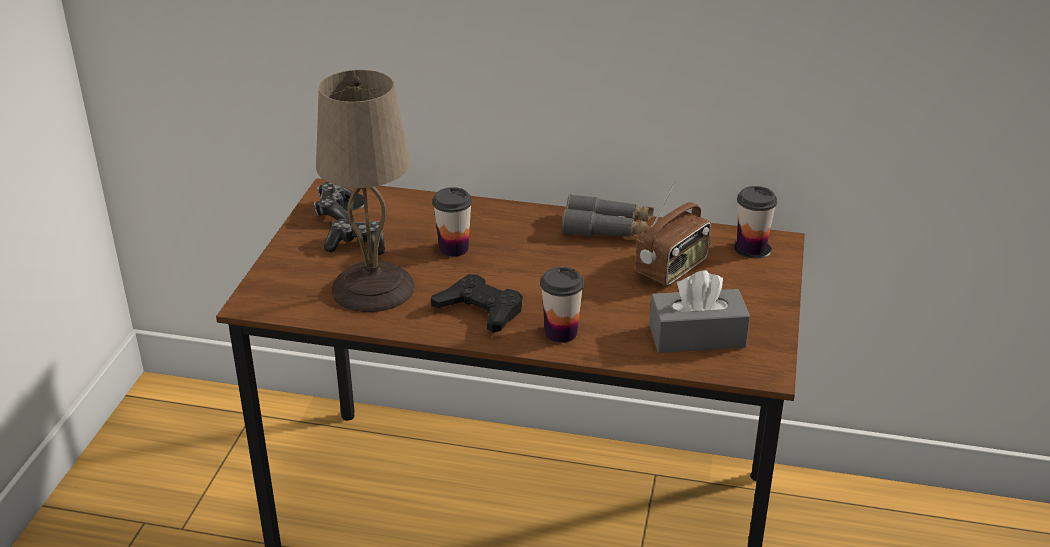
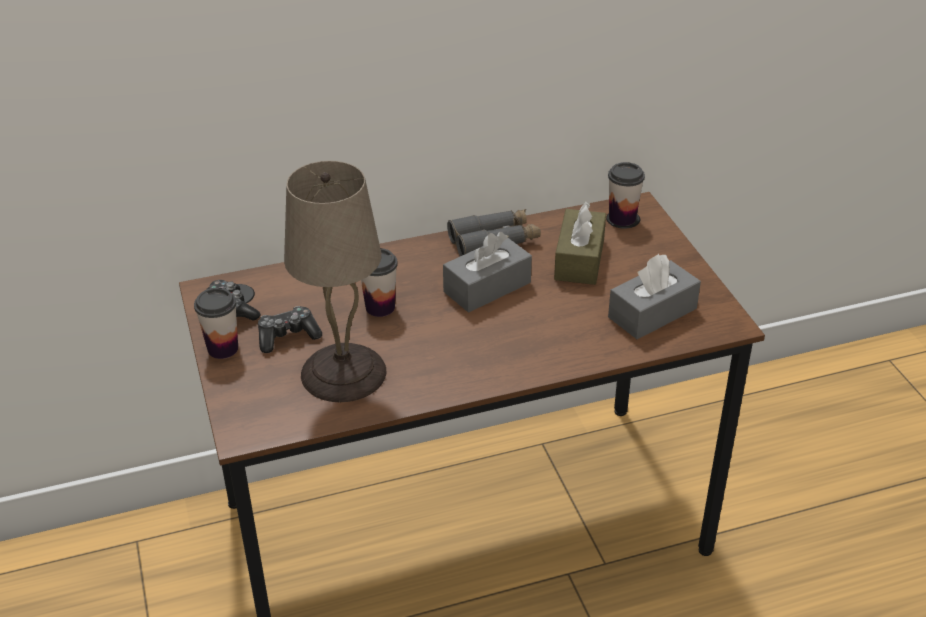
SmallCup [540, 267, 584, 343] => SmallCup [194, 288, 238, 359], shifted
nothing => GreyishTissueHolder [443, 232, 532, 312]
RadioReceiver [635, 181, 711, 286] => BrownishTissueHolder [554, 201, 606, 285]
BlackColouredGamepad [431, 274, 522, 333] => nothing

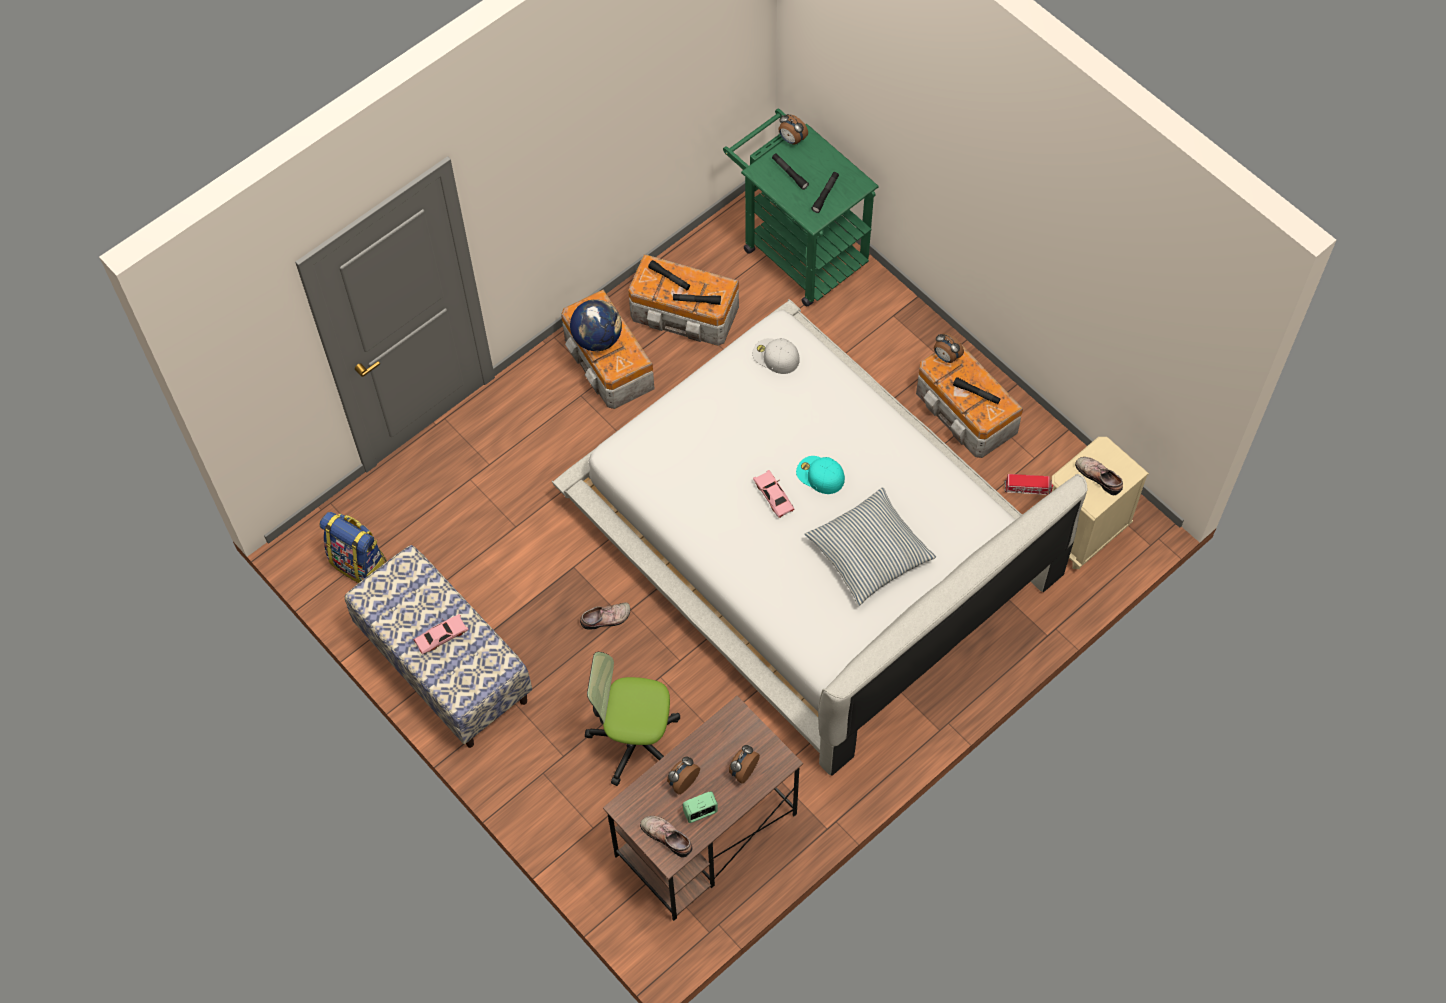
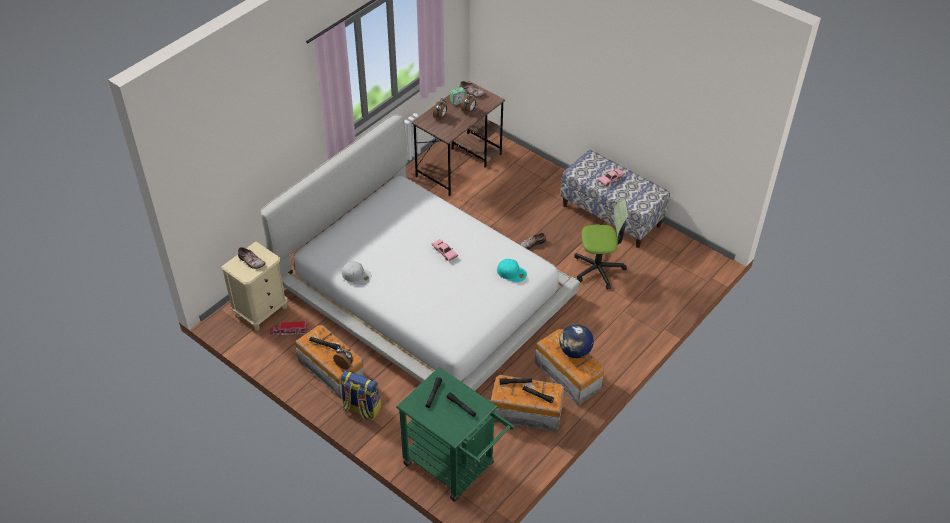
Knapsack [320, 512, 387, 583] => Knapsack [340, 370, 381, 421], shifted
WhiteCap [752, 338, 800, 374] => WhiteCap [342, 261, 372, 285], shifted
BlueGreenCap [796, 456, 845, 494] => BlueGreenCap [497, 259, 527, 282], shifted
ComputerChair [585, 652, 680, 786] => ComputerChair [574, 198, 628, 289], shifted
AlarmClock [778, 114, 808, 145] => nothing
Pillow [805, 487, 936, 606] => nothing

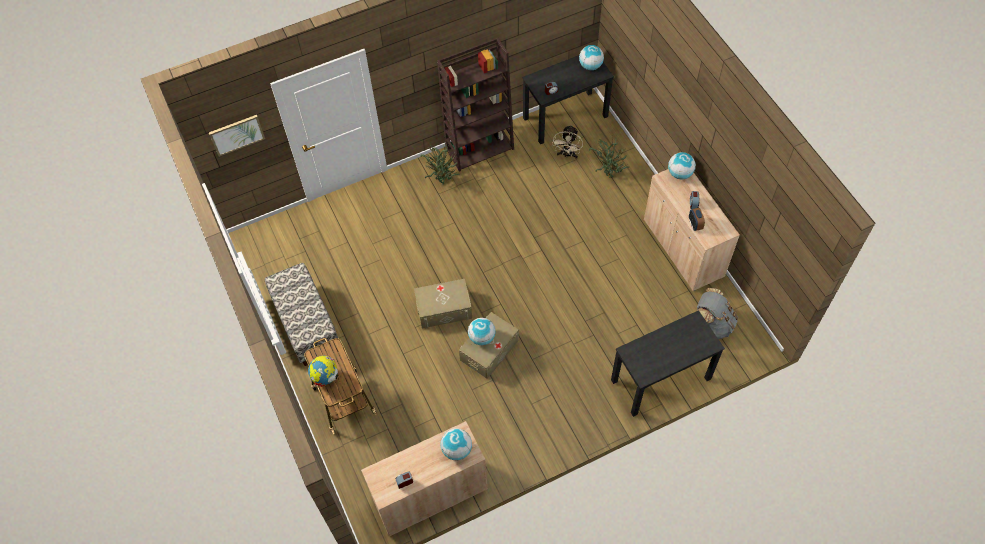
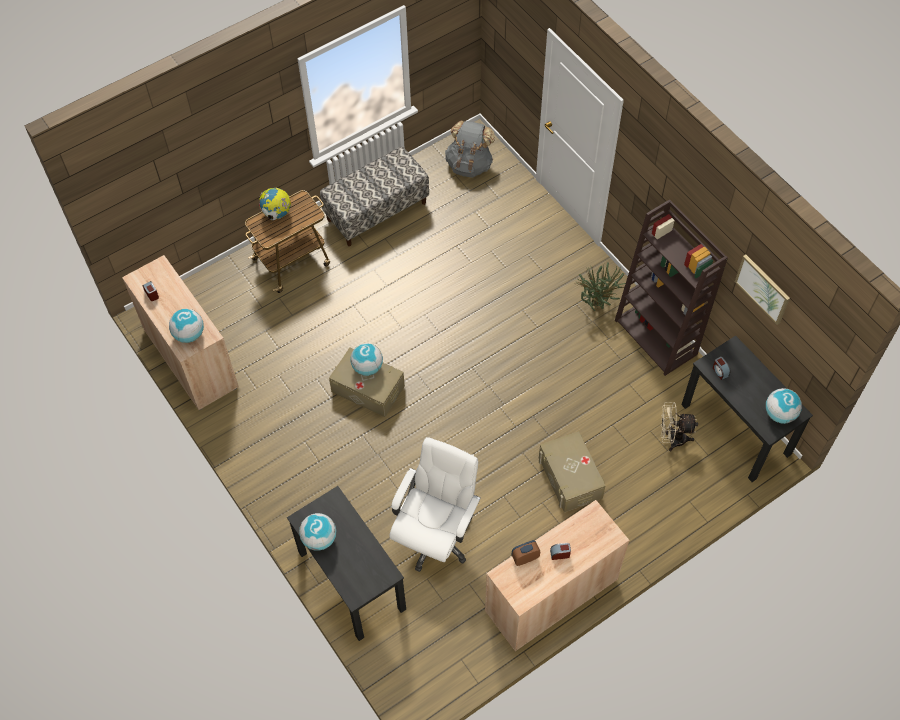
Globe [668, 152, 696, 180] => Globe [299, 513, 336, 551], shifted
nothing => WhiteComputerChair [390, 437, 481, 572]
GreyishKnapsack [697, 288, 738, 339] => GreyishKnapsack [445, 121, 495, 178], shifted
BeigeColouredStorageContainer [414, 279, 472, 329] => BeigeColouredStorageContainer [539, 431, 606, 513], shifted
WallArt [209, 115, 265, 157] => WallArt [735, 255, 790, 325], shifted
PottedPlant [589, 139, 629, 178] => nothing

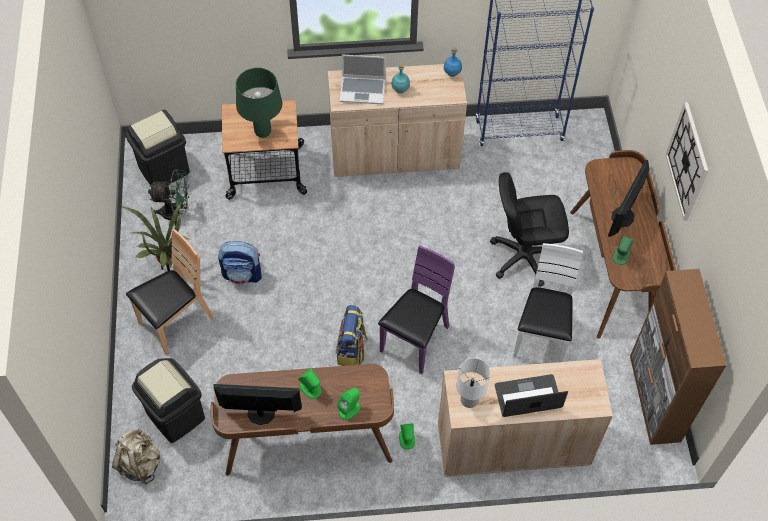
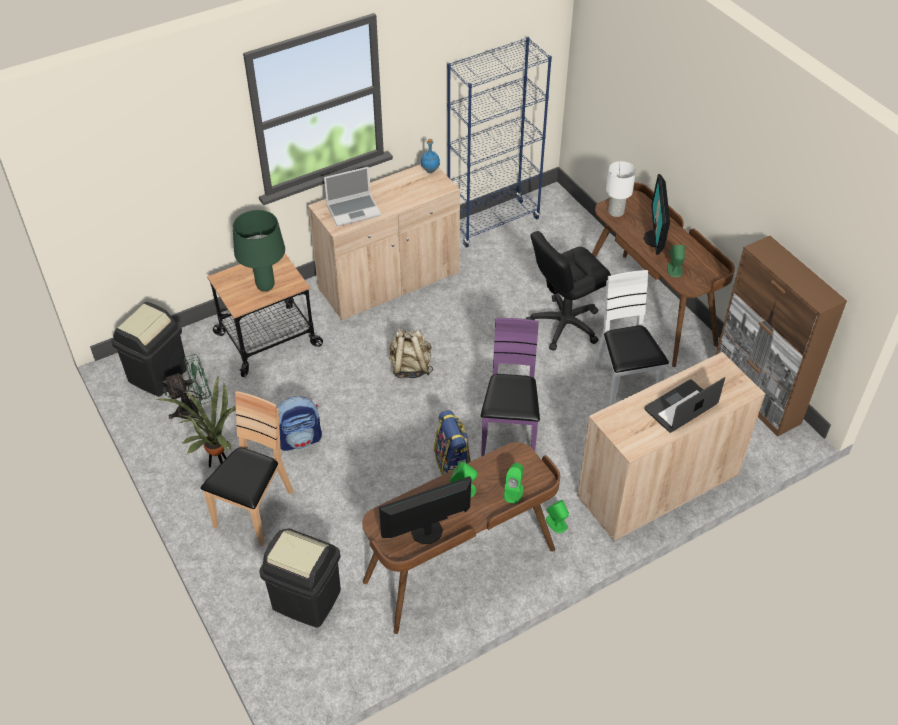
BeigeColouredKnapsack [112, 429, 161, 484] => BeigeColouredKnapsack [389, 329, 433, 378], shifted
WhiteTabletopLamp [456, 358, 490, 408] => WhiteTabletopLamp [606, 161, 636, 217], shifted
BlueGreenDrinkBottle [391, 64, 410, 93] => nothing
WallClock [665, 102, 708, 221] => nothing

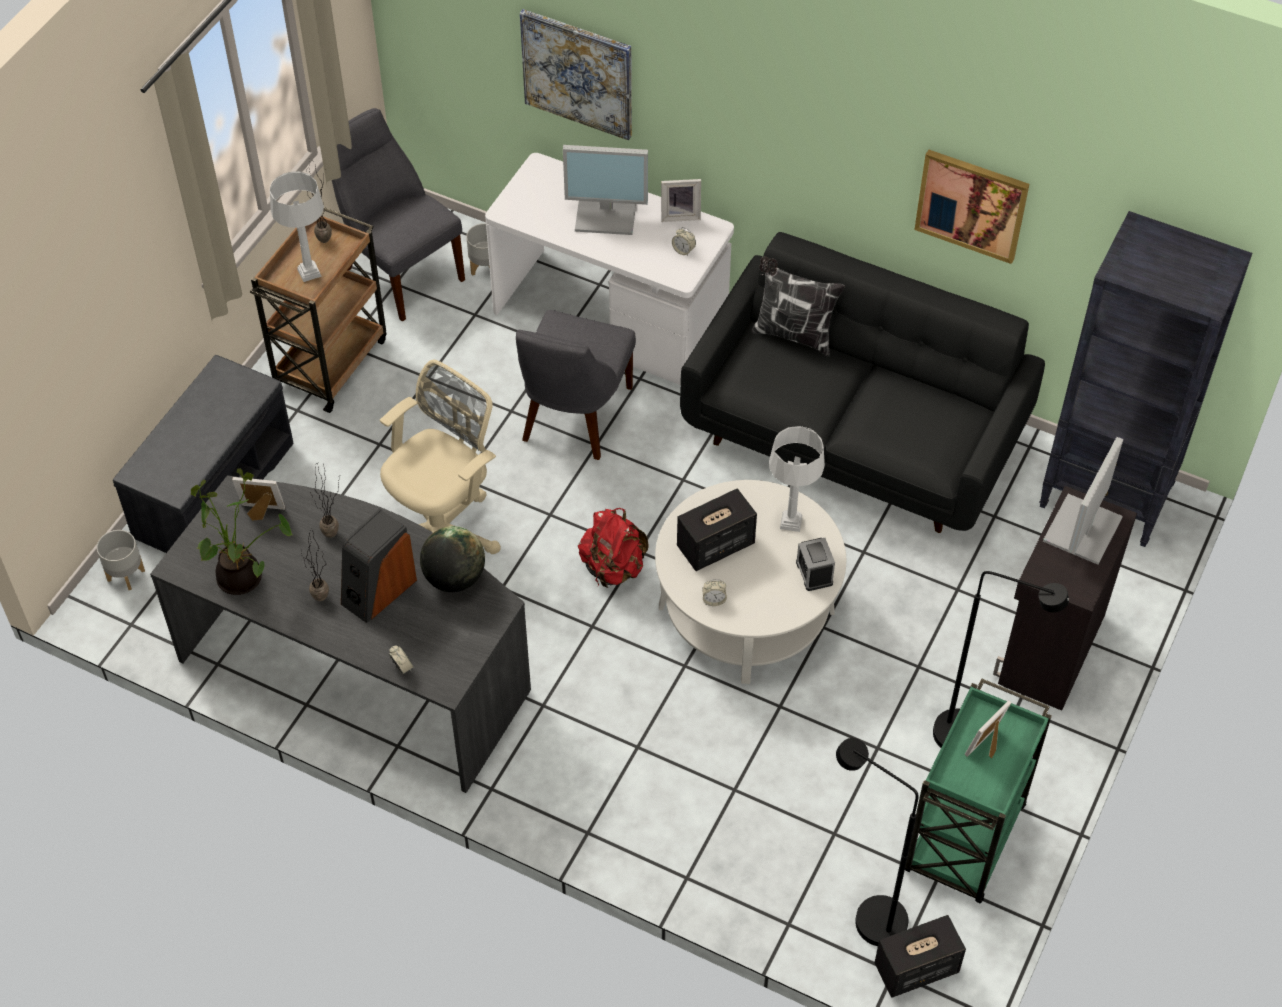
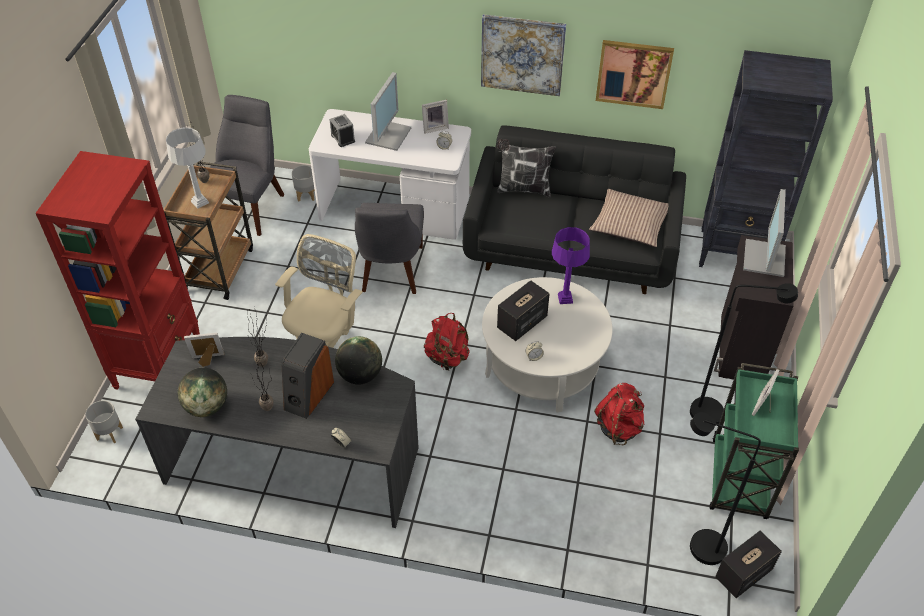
GreyishIndoorBench [113, 355, 294, 553] => RedColouredBookcase [36, 151, 200, 390]
PottedPlant [191, 468, 293, 595] => Globe [178, 368, 227, 417]
GreyishPlainChair [332, 108, 465, 321] => GreyishPlainChair [209, 95, 284, 236], 75 degrees clockwise
AlarmClock [796, 538, 835, 591] => AlarmClock [329, 114, 355, 147], shifted
ComputerScreen [563, 145, 648, 235] => ComputerScreen [365, 72, 411, 151], 60 degrees counterclockwise
WallArt [520, 9, 632, 140] => WallArt [481, 14, 566, 96], shifted
GreyishTabletopLamp [769, 426, 825, 532] => PurpleColouredTabletopLamp [552, 227, 590, 304]
nothing => Pillow [589, 189, 669, 247]
nothing => RedColouredKnapsack [594, 383, 644, 446]

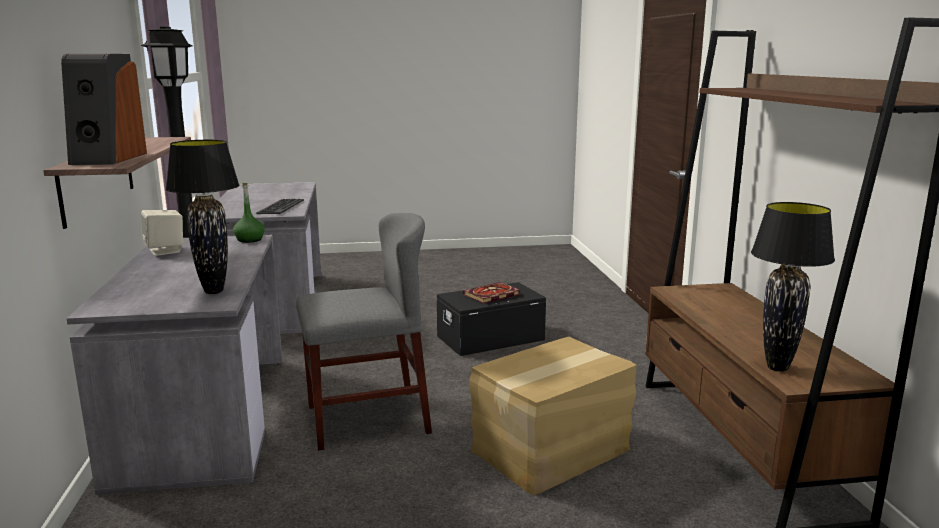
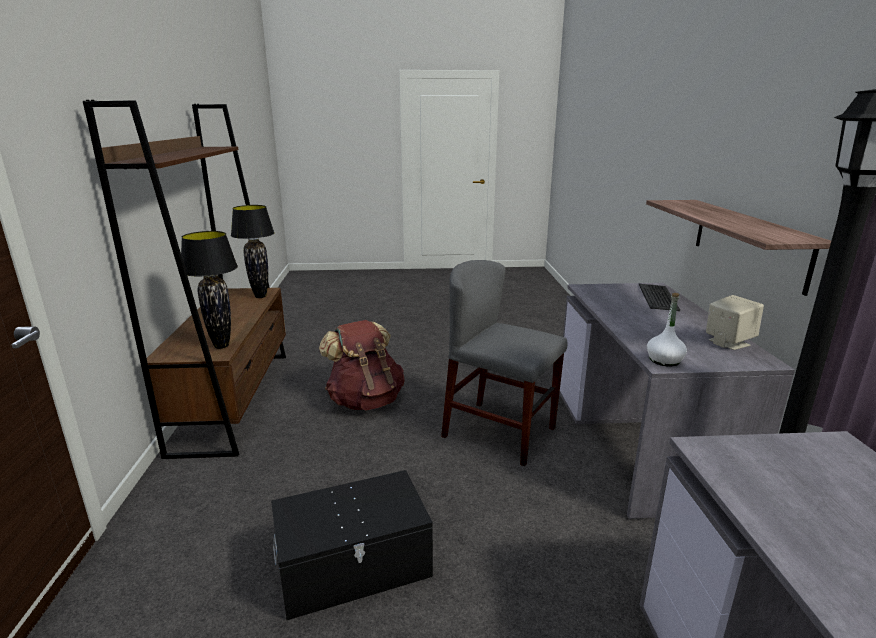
BlackColouredTabletopLamp [166, 140, 239, 294] => BlackColouredTabletopLamp [181, 231, 238, 349], shifted
Carton [469, 337, 636, 495] => BrownishKnapsack [319, 320, 405, 410]
GreyishPlainChair [296, 213, 432, 451] => GreyishPlainChair [441, 260, 567, 466], 45 degrees clockwise
PcKeyboard [256, 199, 304, 214] => PcKeyboard [639, 284, 680, 311], shifted
GreenColouredDrinkBottle [233, 183, 265, 243] => WhiteDrinkBottle [647, 293, 687, 367]
Speaker [61, 54, 147, 165] => nothing
BoundBook [463, 282, 521, 304] => nothing

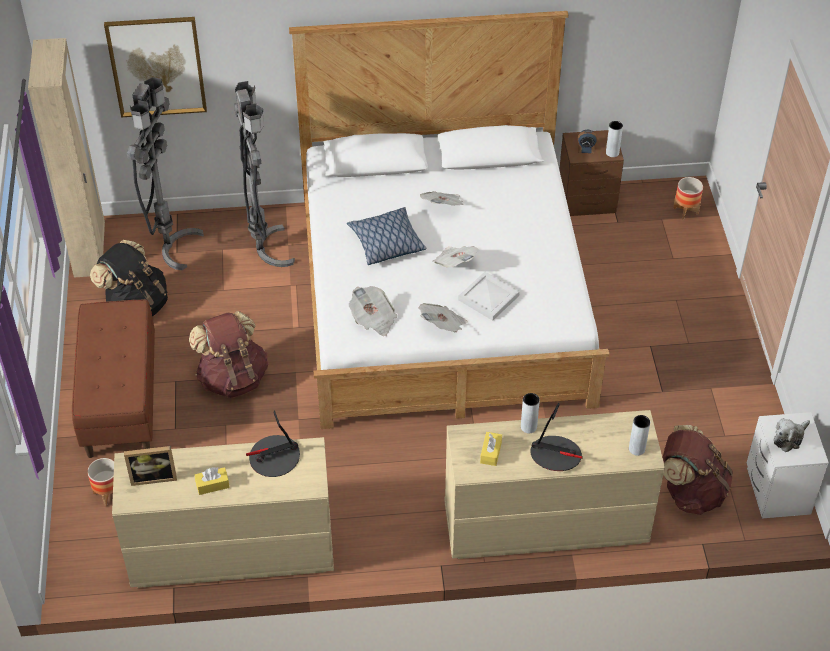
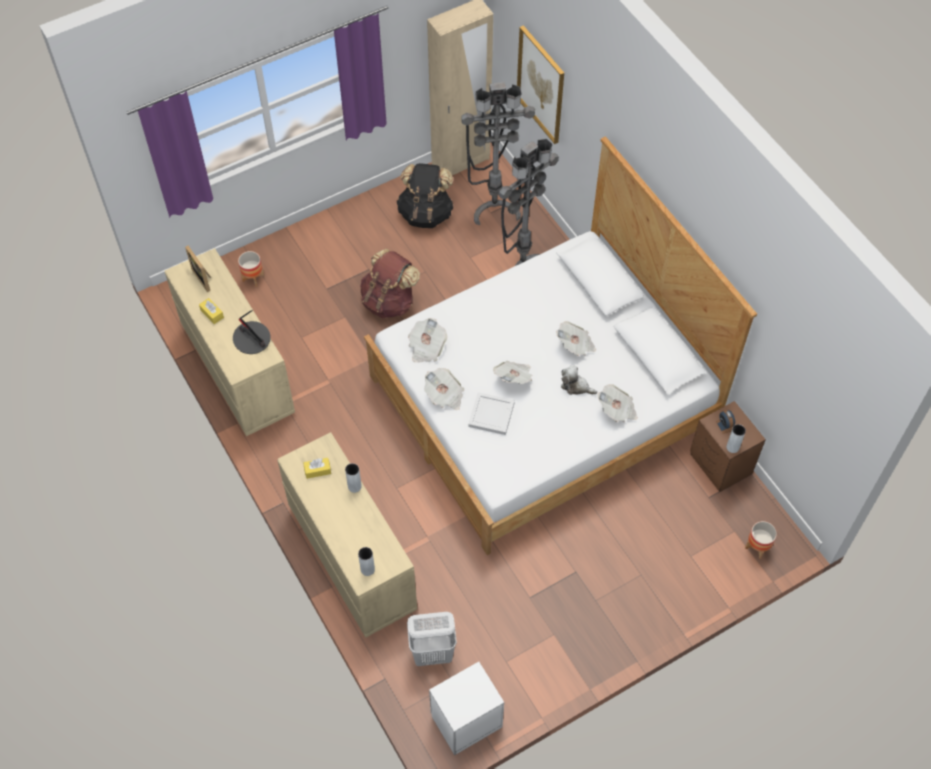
BrownishKnapsack [663, 425, 733, 515] => WhiteLaundryBasket [407, 612, 457, 666]
PlushToy [774, 418, 810, 452] => PlushToy [561, 365, 597, 395], shifted
nothing => DailyPaper [598, 384, 638, 422]
BrownishIndoorBench [72, 299, 155, 458] => nothing
Pillow [347, 207, 427, 265] => nothing
TabletopLamp [530, 402, 583, 471] => nothing

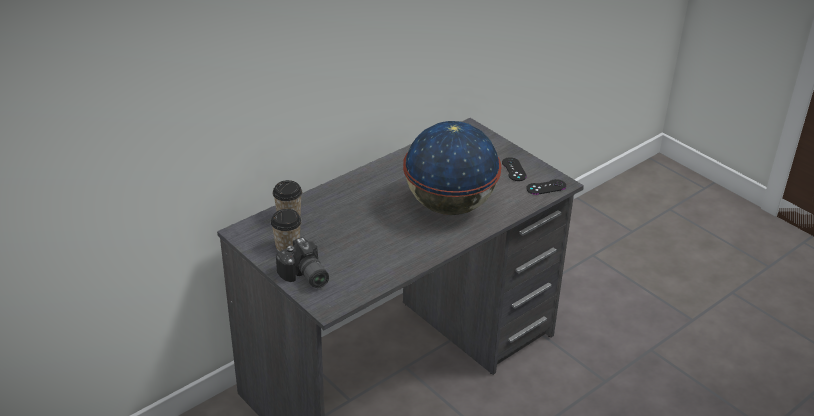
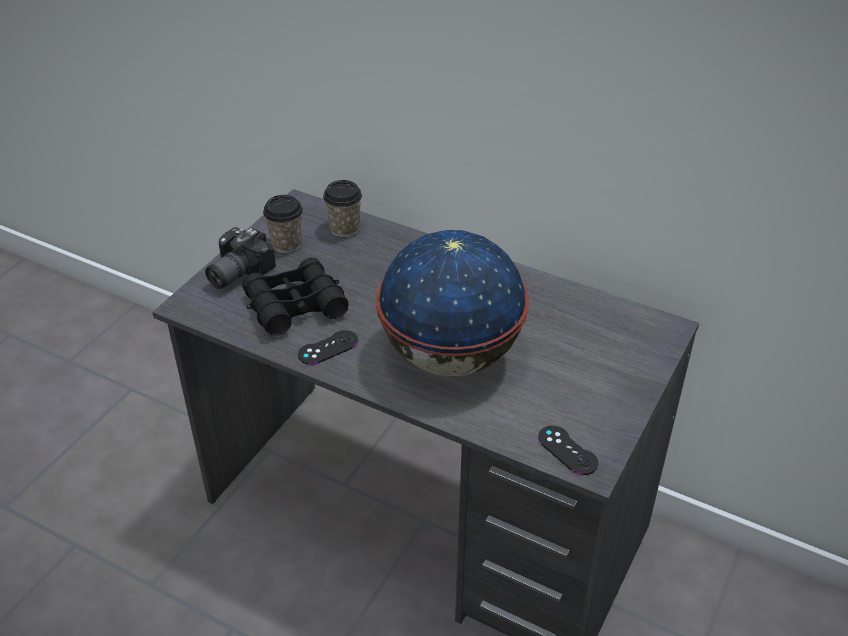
nothing => BlackColouredPairOfBinoculars [242, 258, 349, 336]
BlackColouredGamepad [502, 157, 527, 181] => BlackColouredGamepad [298, 330, 358, 365], shifted

